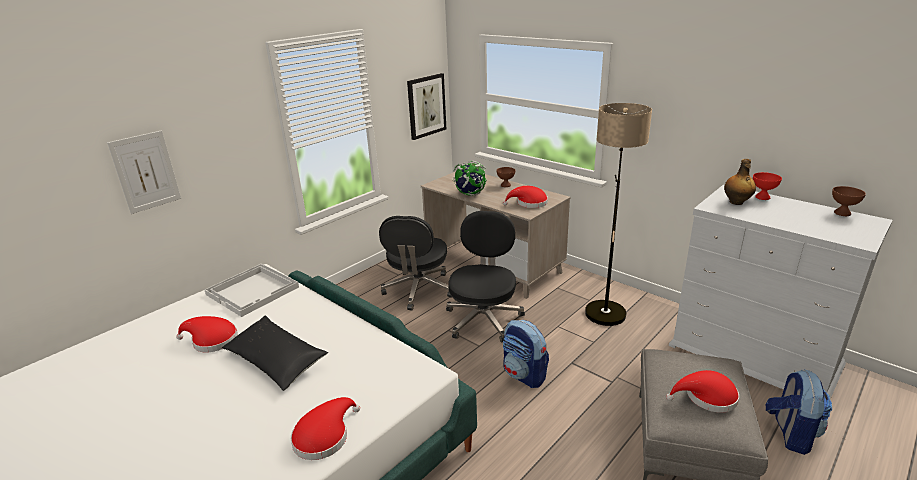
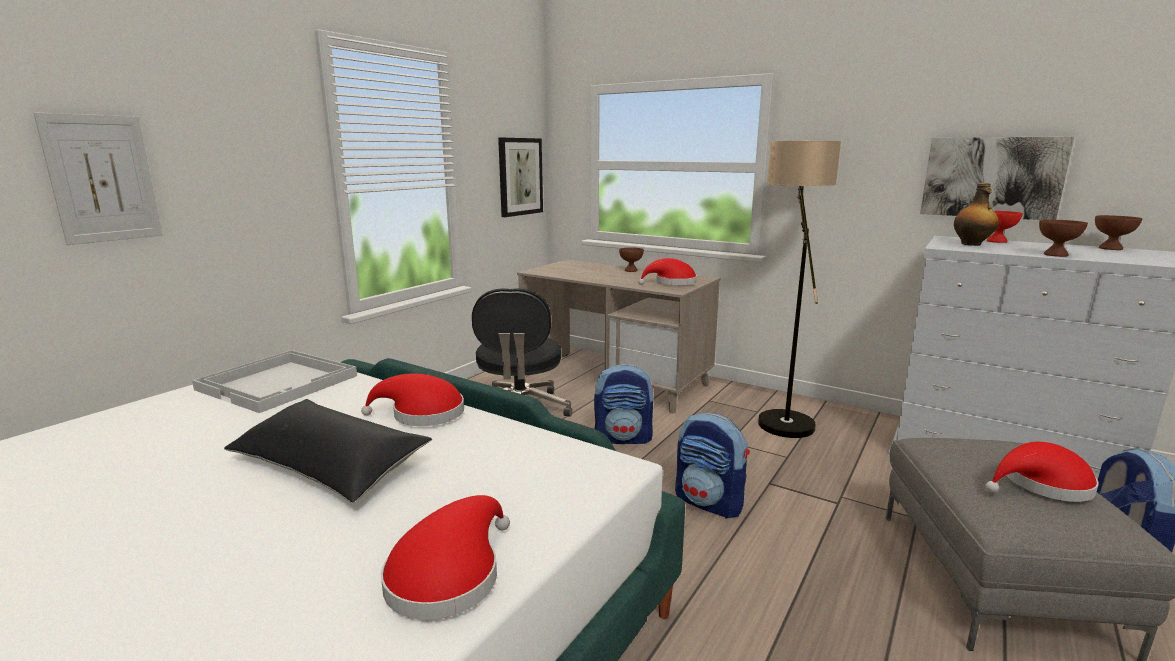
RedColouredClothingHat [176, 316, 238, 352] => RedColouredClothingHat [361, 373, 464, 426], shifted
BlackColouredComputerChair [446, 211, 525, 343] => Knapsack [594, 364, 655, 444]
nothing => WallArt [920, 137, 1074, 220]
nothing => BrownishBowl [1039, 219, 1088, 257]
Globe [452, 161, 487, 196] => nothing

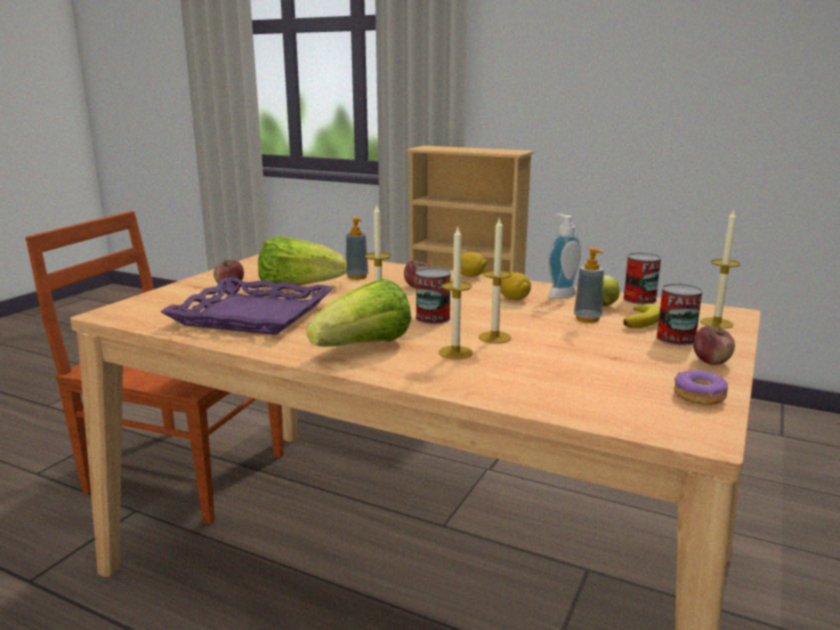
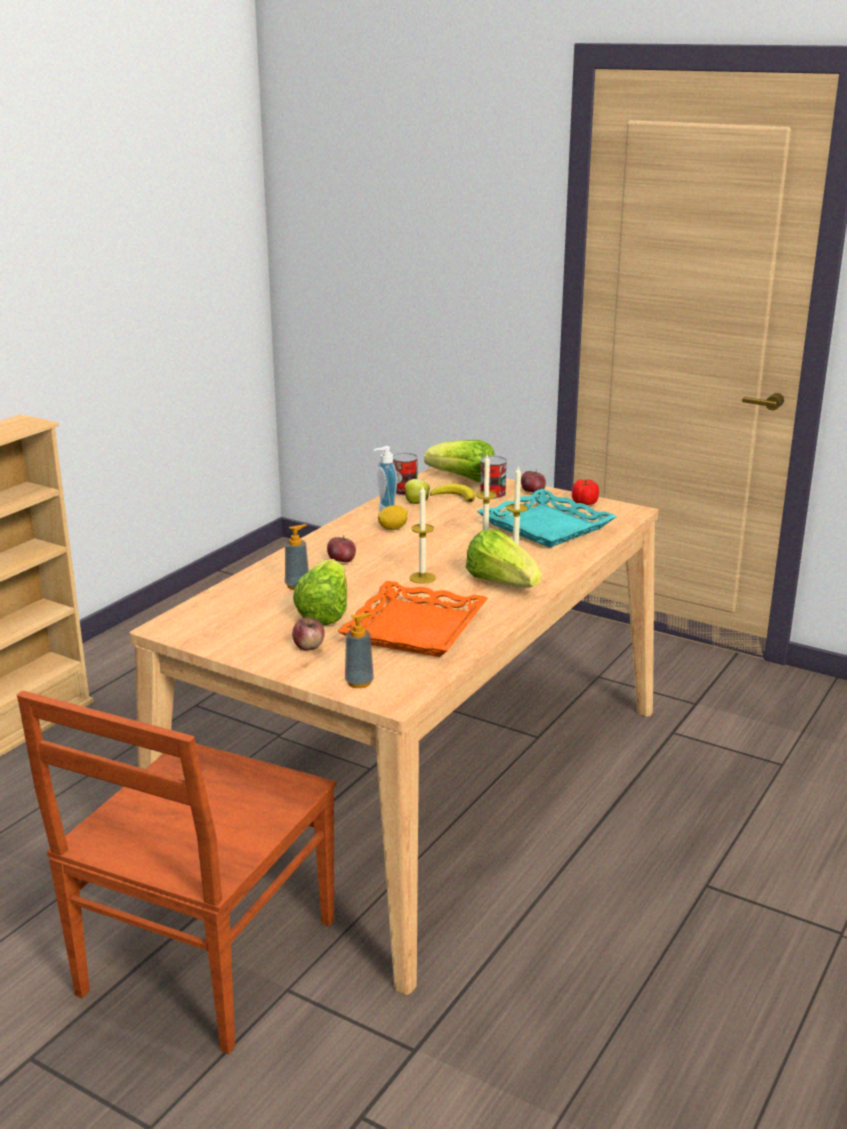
PurpleColouredServingTray [160, 277, 333, 335] => OrangeyServingTray [337, 581, 488, 657]
LiquidSoapBottle [574, 247, 604, 323] => LiquidSoapBottle [345, 613, 374, 688], shifted
Candle [700, 209, 740, 329] => Lettuce [424, 440, 495, 482]
nothing => BlueGreenServingTray [477, 489, 617, 548]
RingDoughnut [674, 370, 728, 405] => FreshTomato [572, 479, 599, 505]
SealedCan [416, 267, 451, 325] => nothing
Lemon [461, 252, 487, 277] => nothing

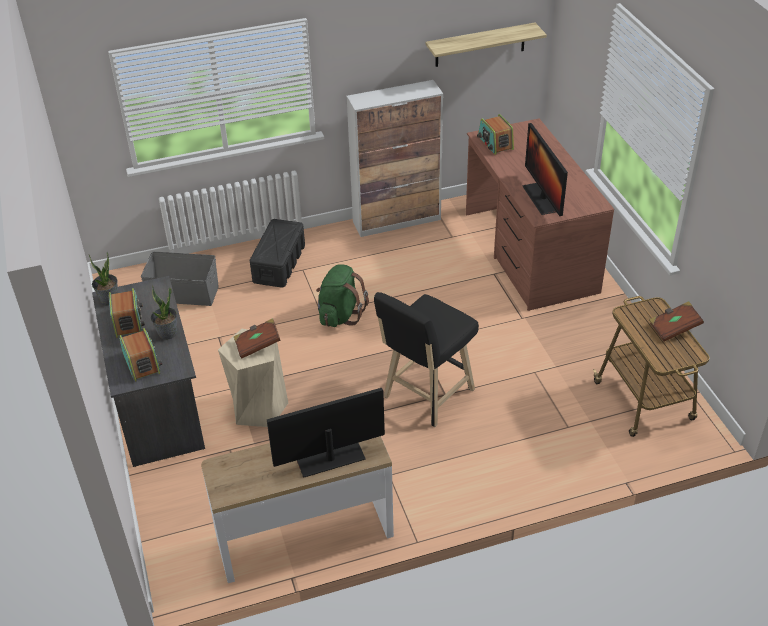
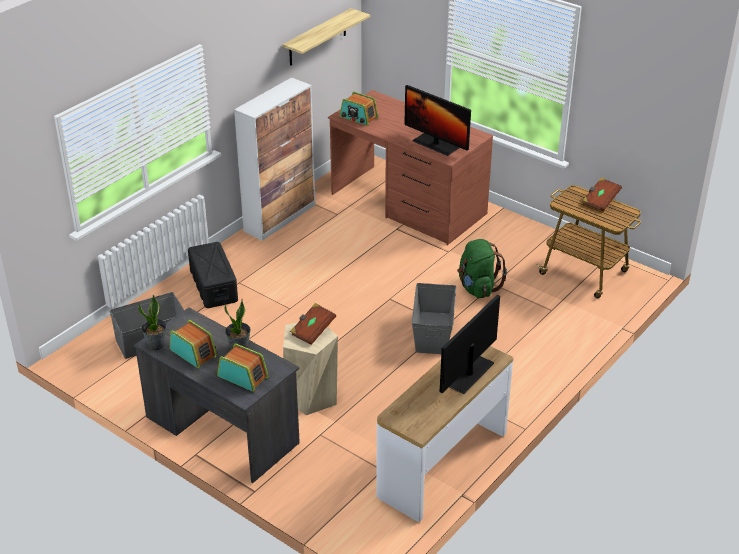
BlackColouredStool [374, 292, 479, 427] => GreyishStorageContainer [412, 283, 456, 354]
GreenColouredKnapsack [316, 264, 369, 327] => GreenColouredKnapsack [457, 239, 507, 298], shifted

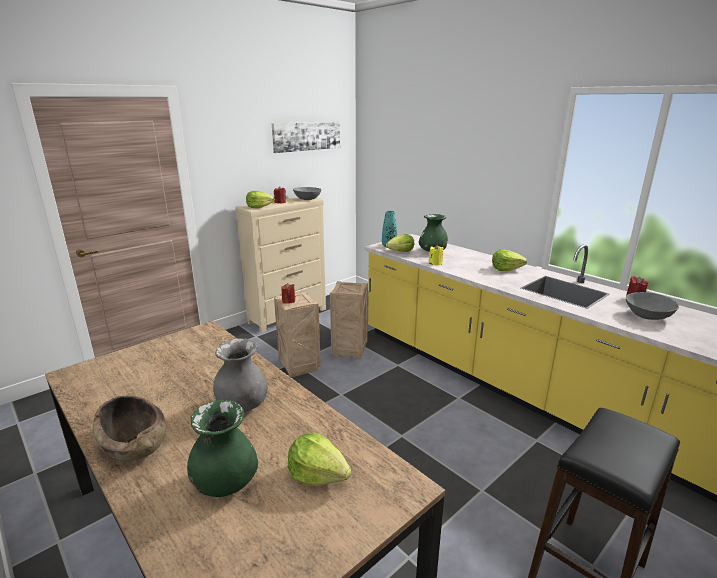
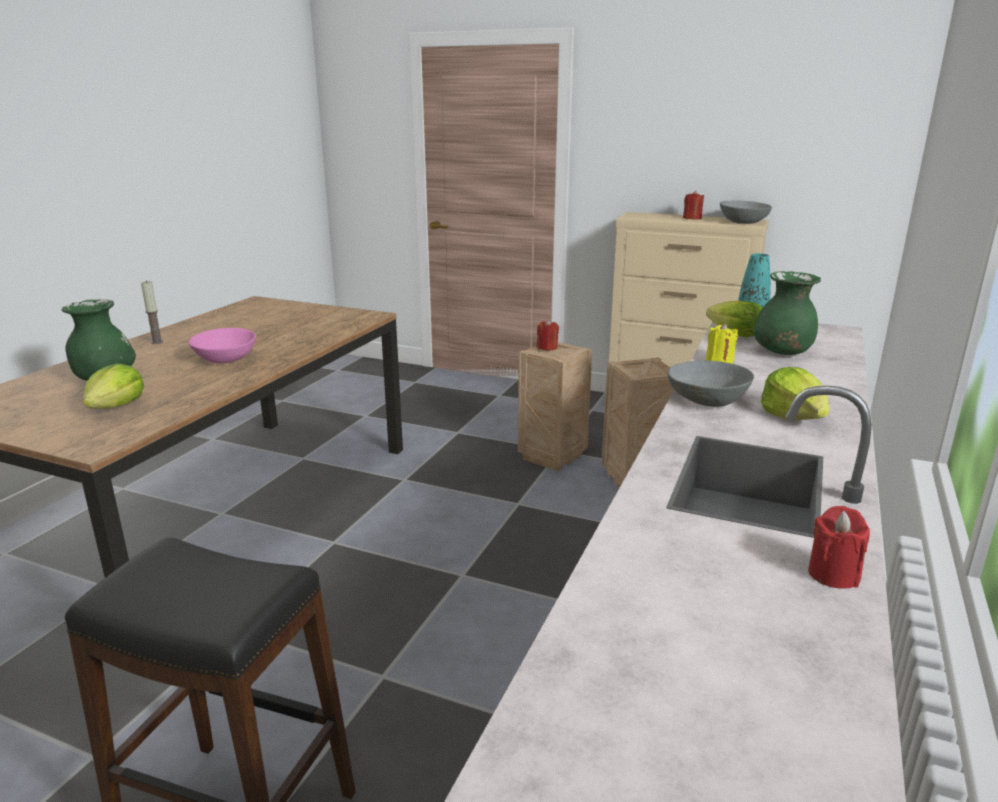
BrownishBowl [93, 395, 166, 461] => Candle [141, 280, 163, 344]
GreyishFlowerVase [213, 338, 268, 412] => PinkColouredBowl [189, 328, 256, 364]
GreyishBowl [626, 292, 679, 320] => GreyishBowl [667, 360, 754, 407], shifted
Lettuce [246, 191, 274, 208] => nothing
WallArt [272, 121, 340, 153] => nothing

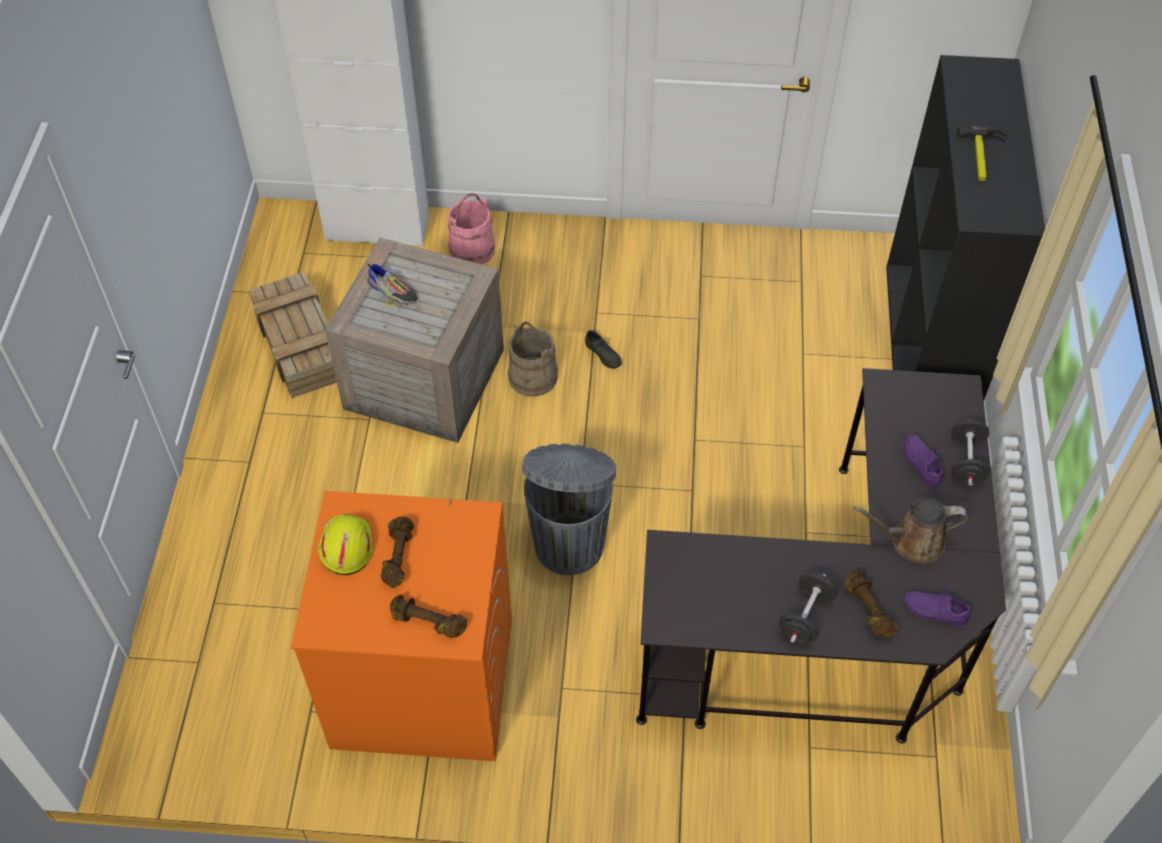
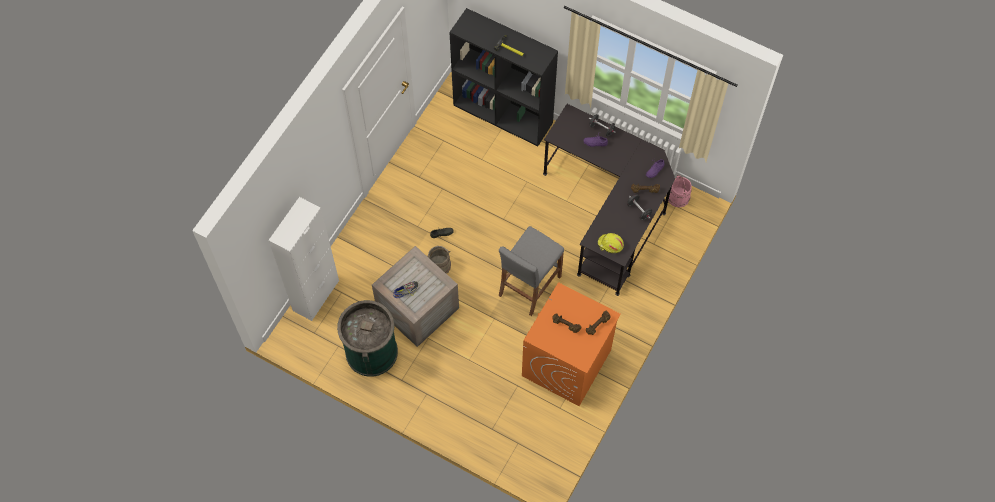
Crate [249, 272, 337, 398] => GreenColouredTrashCan [337, 300, 398, 377]
GreyishTrashCan [522, 444, 616, 575] => GreyishStool [498, 226, 564, 316]
YellowHardHat [318, 514, 373, 575] => YellowHardHat [598, 233, 624, 253], shifted
PinkColouredBucket [448, 193, 495, 264] => PinkColouredBucket [668, 175, 692, 207], shifted
BrownishWateringCan [854, 498, 968, 563] => nothing

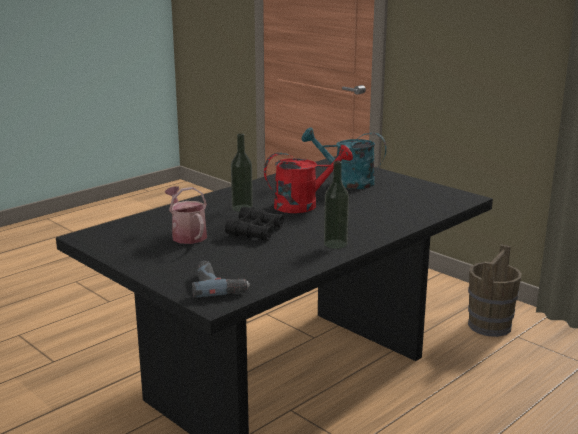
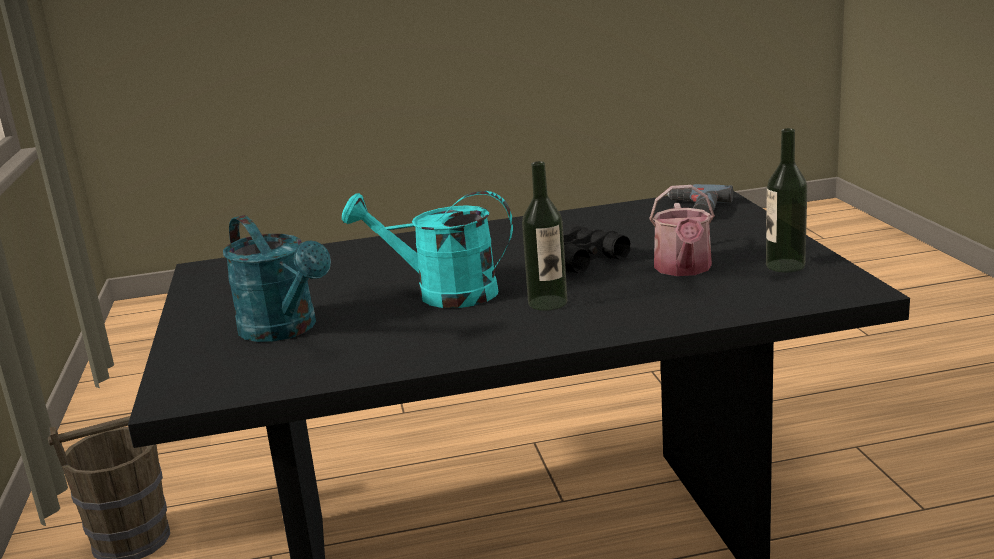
RedColouredWateringCan [264, 145, 353, 213] => BlueGreenWateringCan [342, 191, 513, 308]
DrinkBottle [324, 161, 349, 249] => DrinkBottle [766, 128, 807, 272], shifted

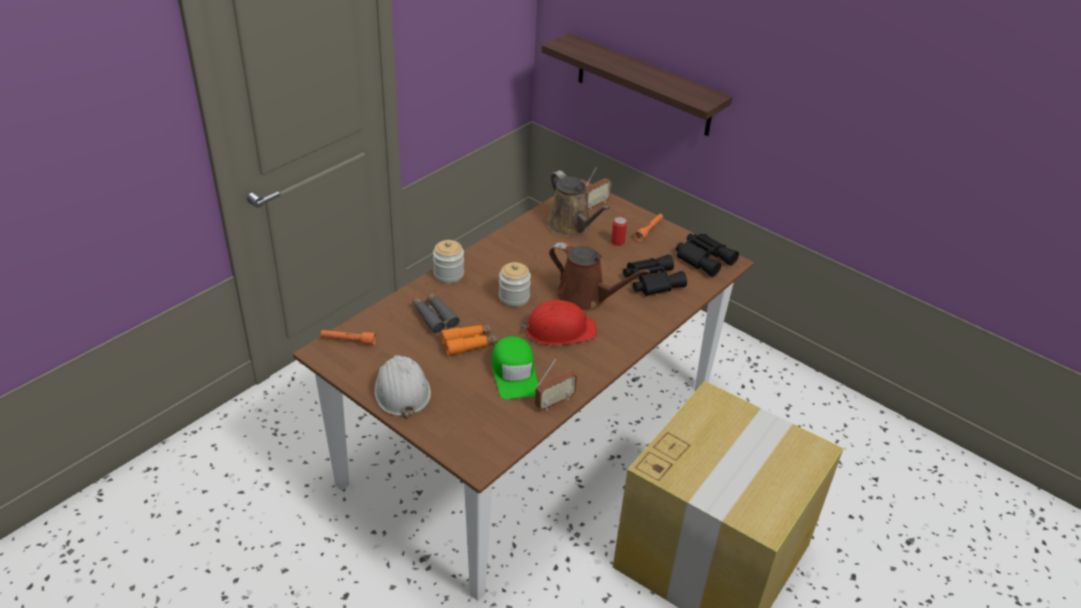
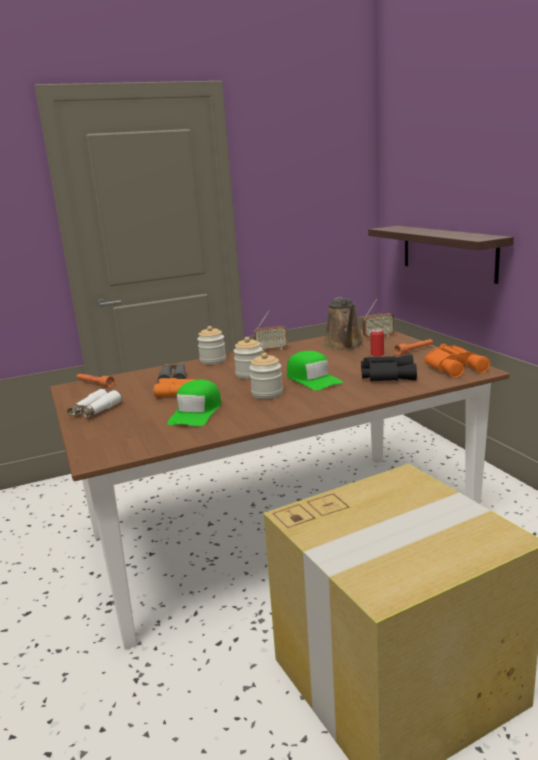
WhiteHardHat [374, 355, 431, 419] => WhitePairOfBinoculars [67, 388, 122, 418]
RedColouredHardHat [521, 300, 597, 346] => Jar [249, 352, 283, 399]
RadioReceiver [535, 359, 577, 410] => RadioReceiver [254, 311, 288, 352], shifted
BrownishWateringCan [549, 242, 650, 311] => GreenColouredCap [287, 351, 343, 390]
BlackColouredPairOfBinoculars [676, 234, 739, 277] => OrangeyPairOfBinoculars [425, 344, 490, 378]

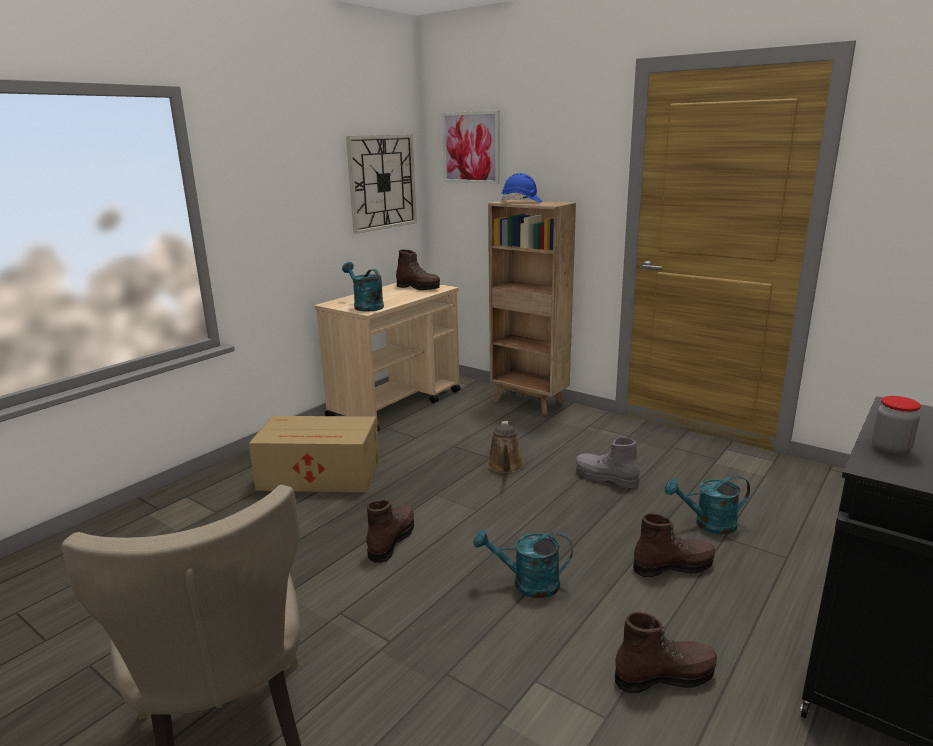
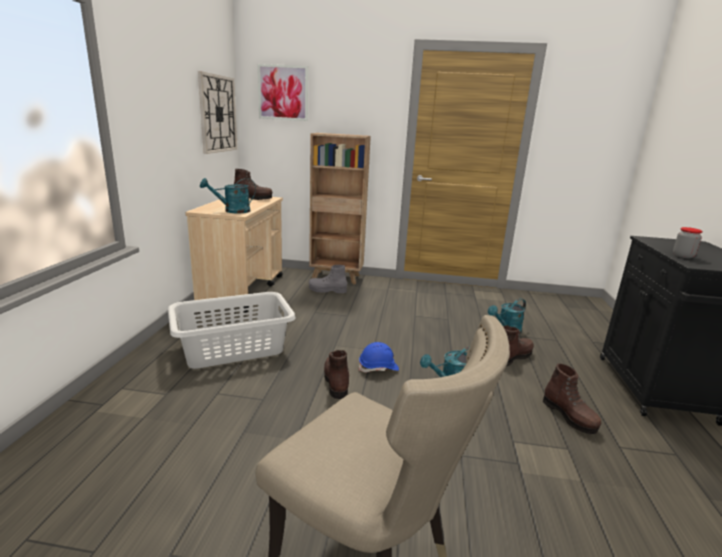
Carton [249, 416, 380, 492] => GreyishLaundryBasket [168, 292, 296, 369]
BlueGreenWateringCan [342, 262, 384, 311] => BlueGreenWateringCan [200, 178, 256, 213], 45 degrees counterclockwise
GreyishTallBoot [576, 438, 640, 488] => GreyishTallBoot [309, 265, 347, 293], shifted
BlueHardHat [501, 173, 542, 202] => BlueHardHat [359, 342, 399, 372], shifted
BrownishTallBoot [615, 612, 717, 693] => BrownishTallBoot [543, 364, 601, 434], 105 degrees clockwise
BrownishWateringCan [487, 421, 524, 473] => nothing

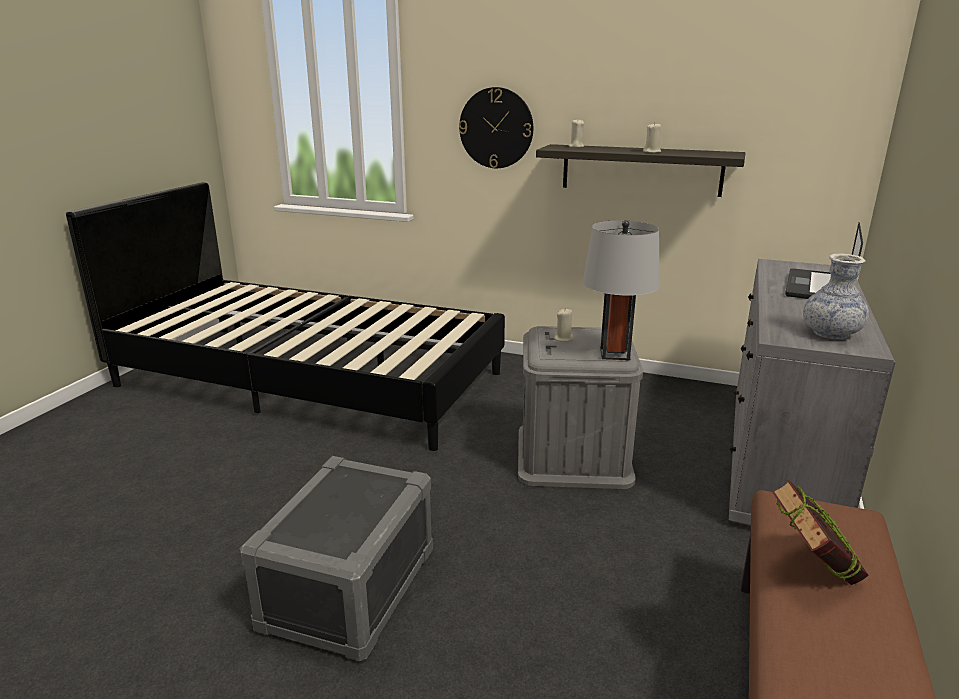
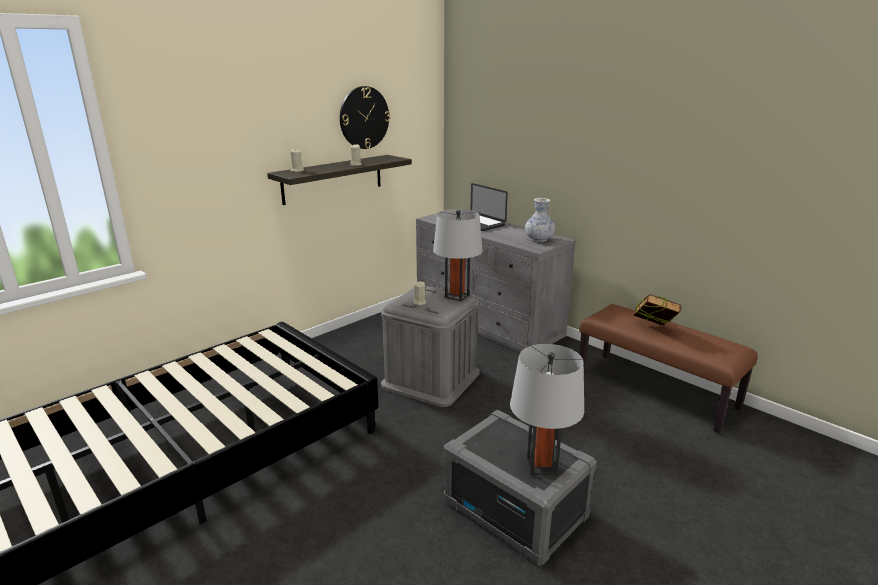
WallClock [459, 87, 533, 168] => WallClock [340, 86, 390, 149], shifted
nothing => GreyishTabletopLamp [510, 344, 584, 475]

